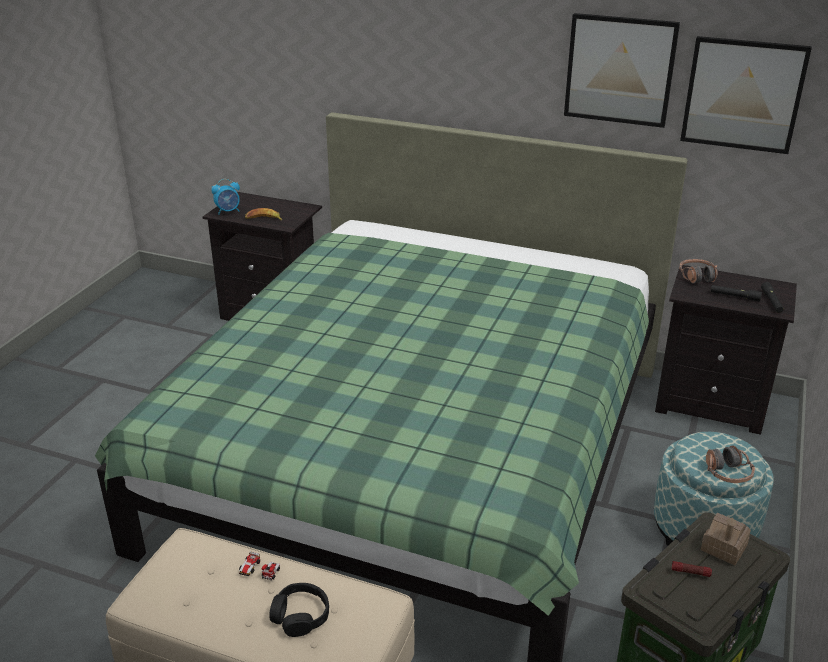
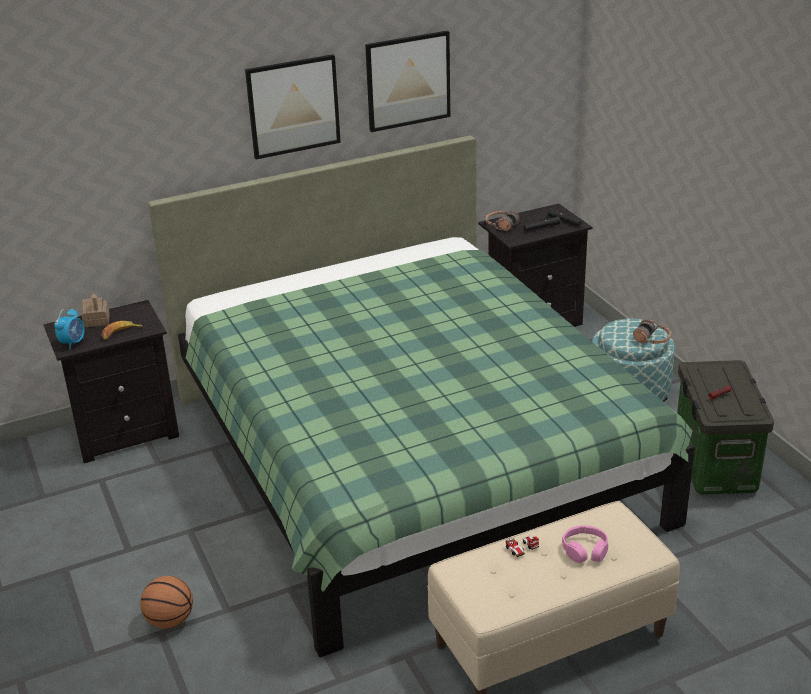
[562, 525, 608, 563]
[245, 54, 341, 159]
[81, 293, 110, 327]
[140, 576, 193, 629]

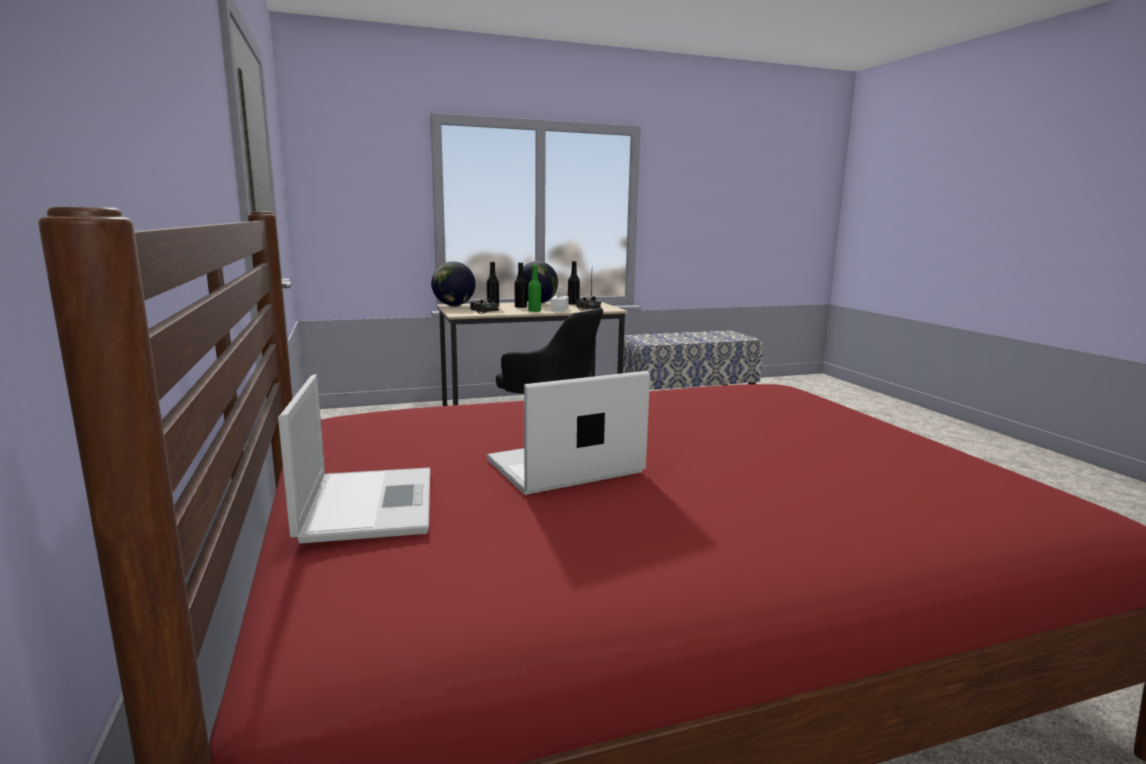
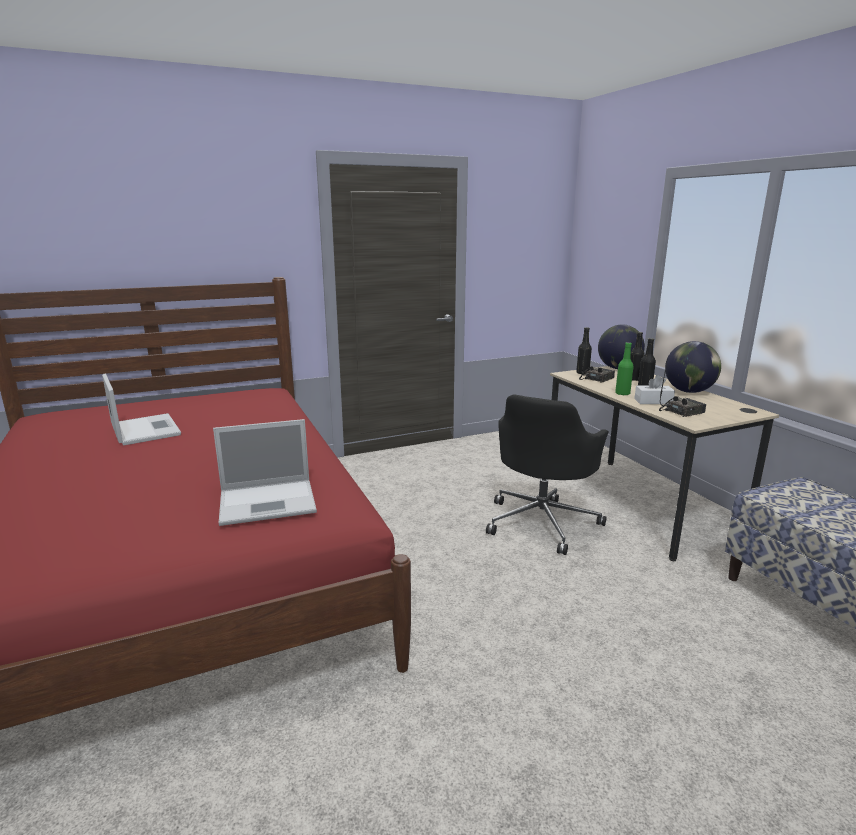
[213, 419, 317, 526]
[576, 327, 592, 374]

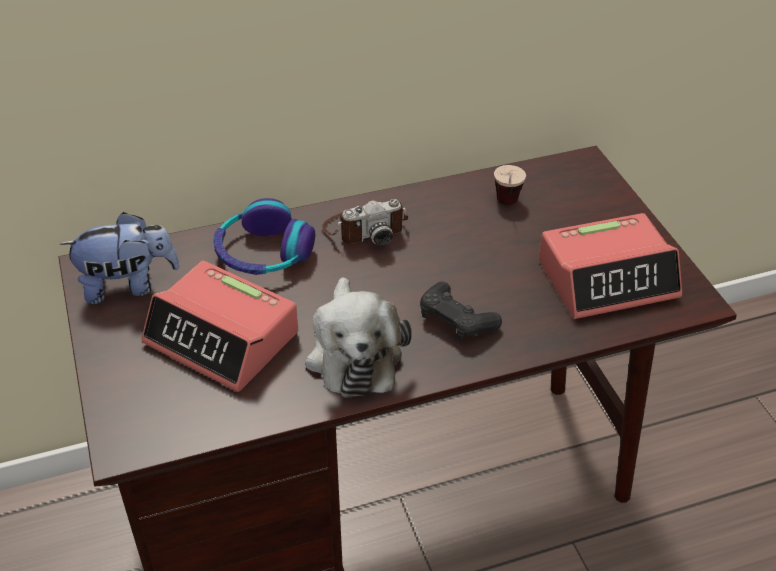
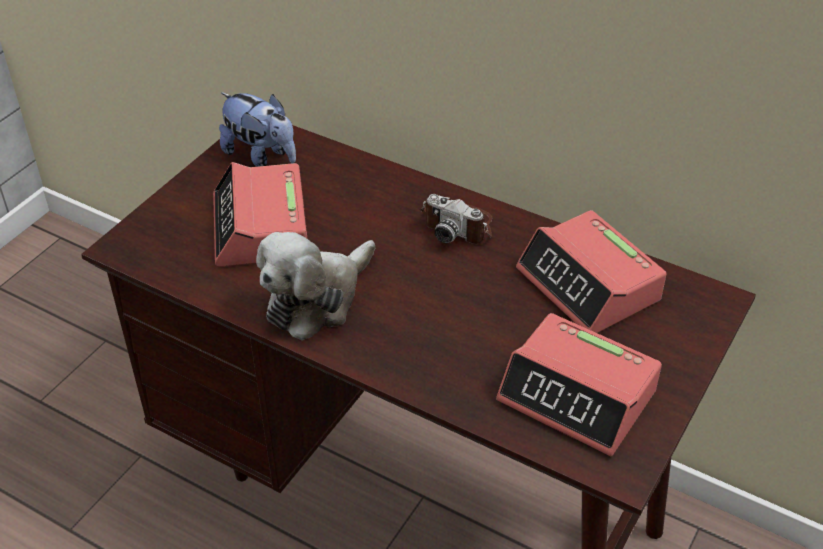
[213, 198, 315, 275] (first image)
[420, 281, 502, 340] (first image)
[516, 210, 666, 333]

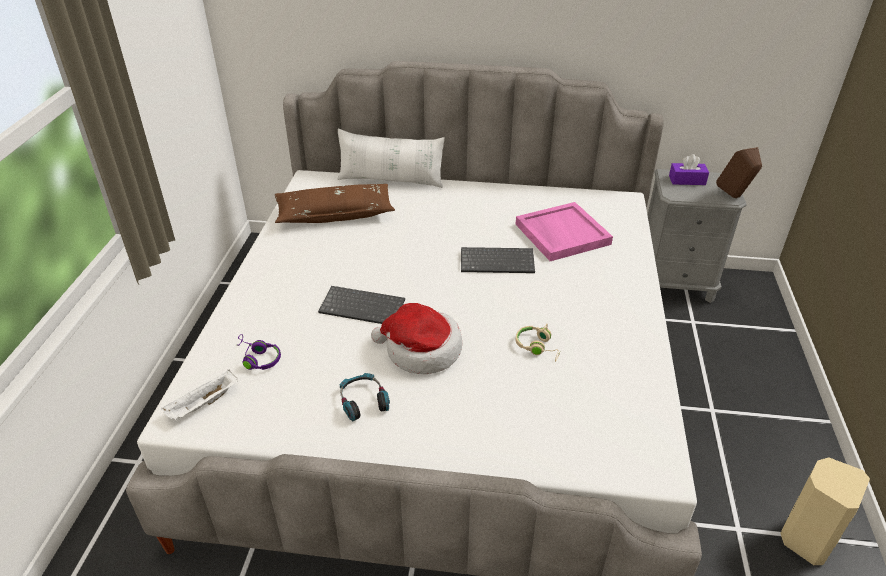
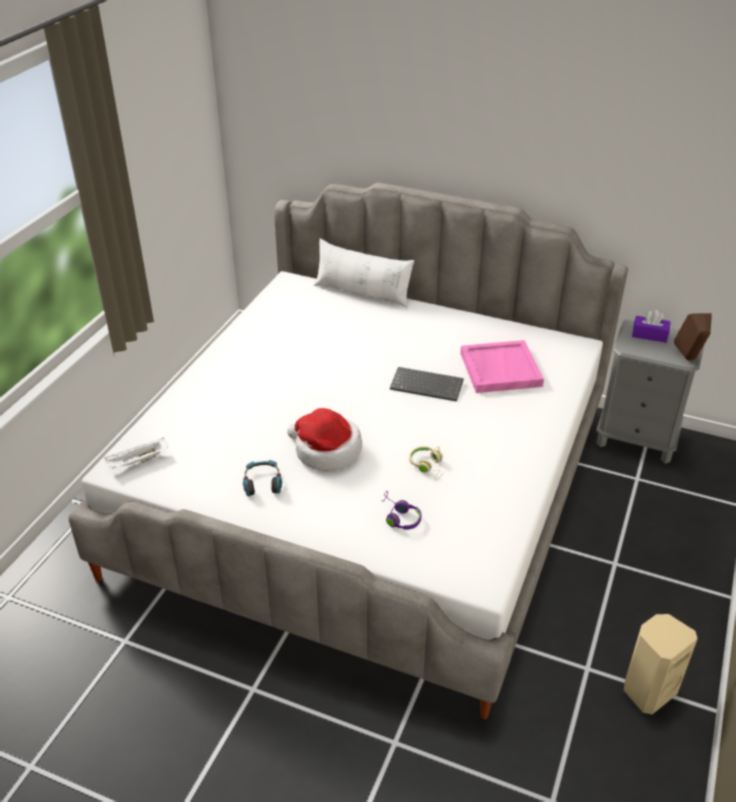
[382, 491, 422, 530]
[275, 184, 395, 223] (first image)
[318, 286, 405, 324] (first image)

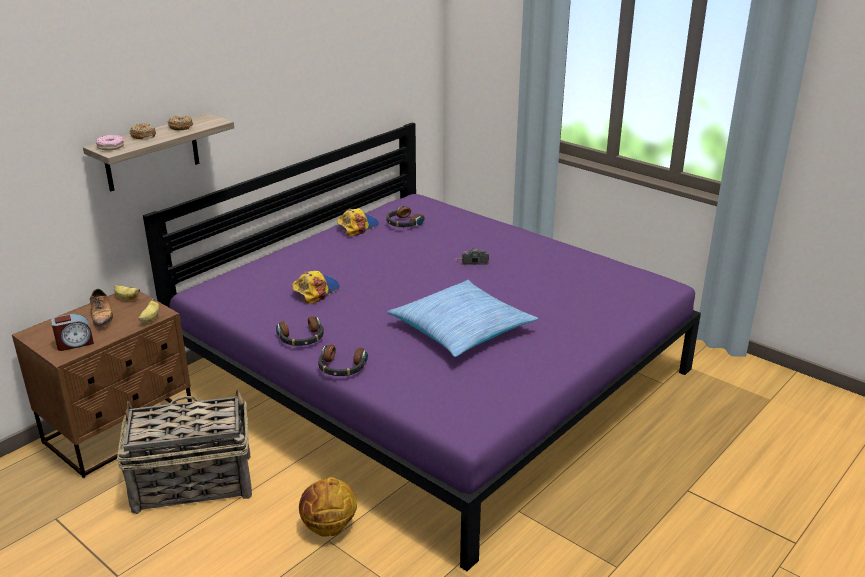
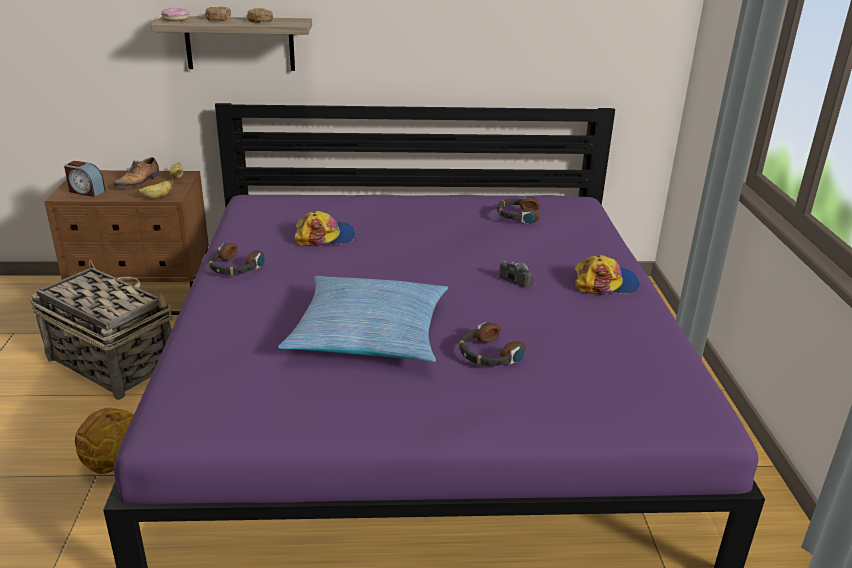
[459, 322, 526, 366]
[575, 254, 640, 295]

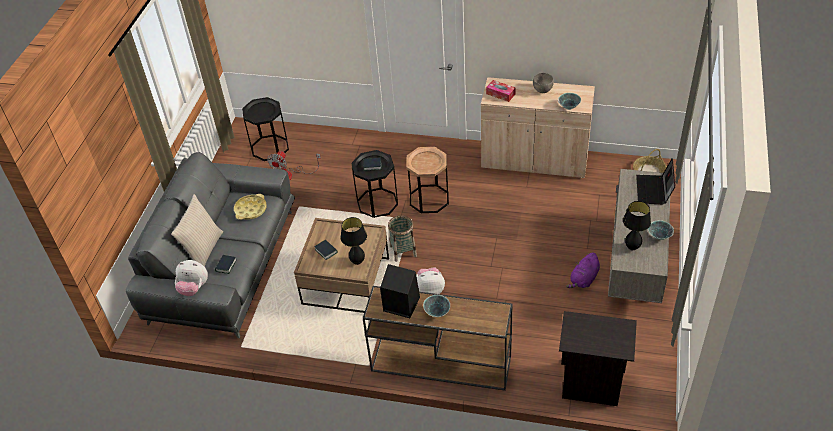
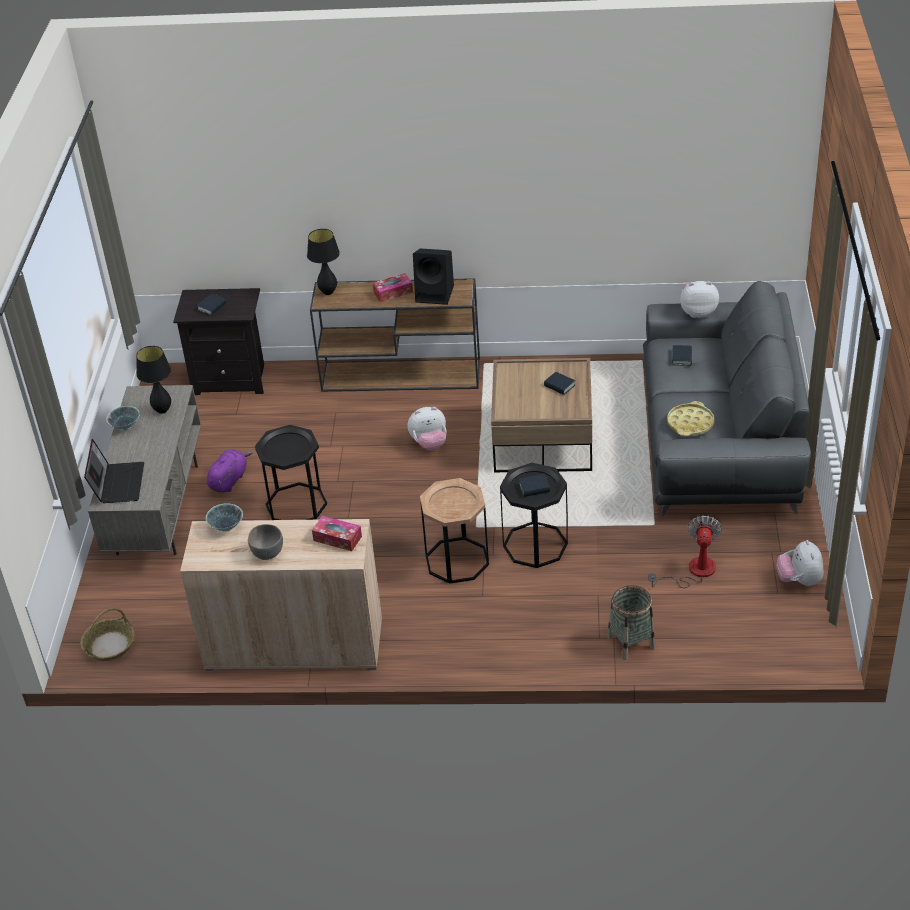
[171, 194, 223, 266] (first image)
[255, 425, 327, 520]
[307, 229, 340, 295]
[607, 585, 655, 660]
[373, 273, 413, 302]
[197, 293, 227, 315]
[776, 540, 823, 586]

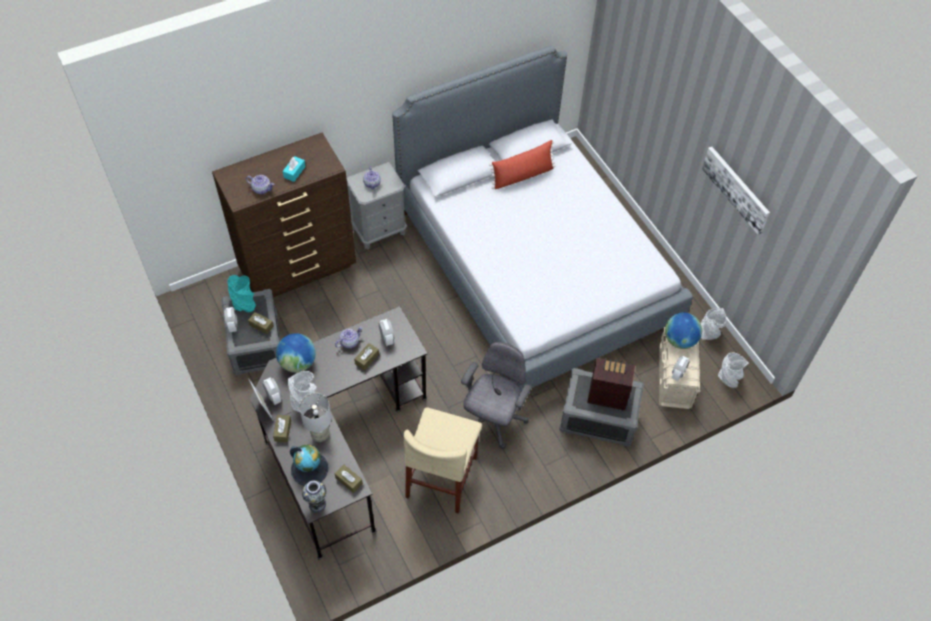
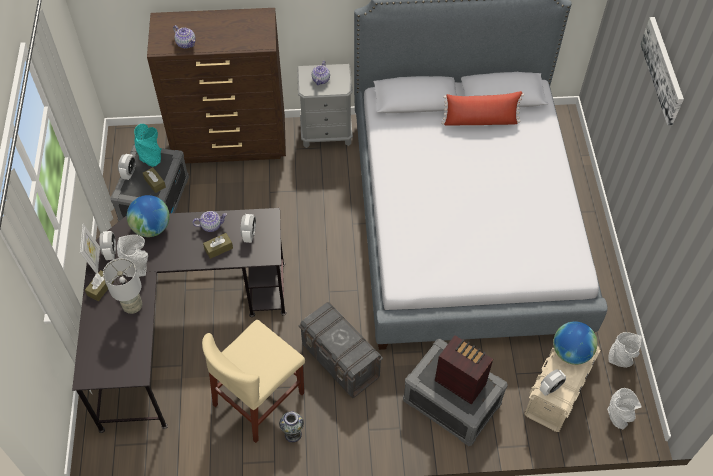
[283, 156, 306, 182] (first image)
[290, 445, 328, 486] (first image)
[279, 411, 304, 442]
[335, 464, 363, 493] (first image)
[299, 302, 383, 398]
[640, 17, 684, 125]

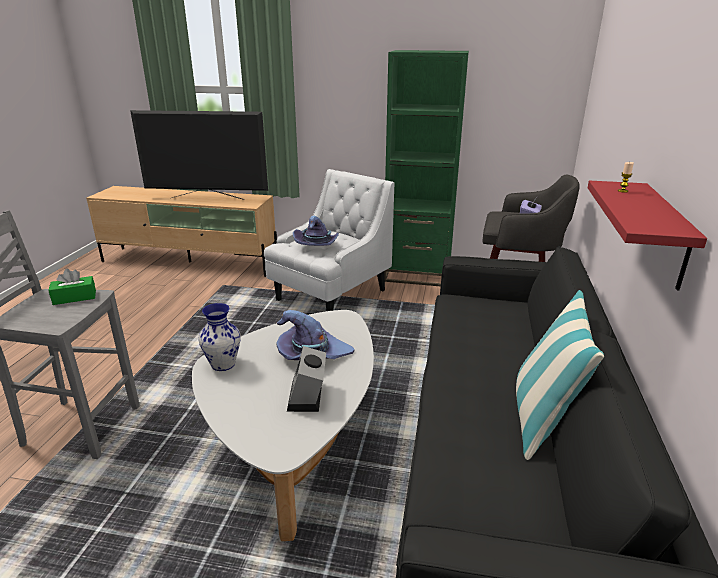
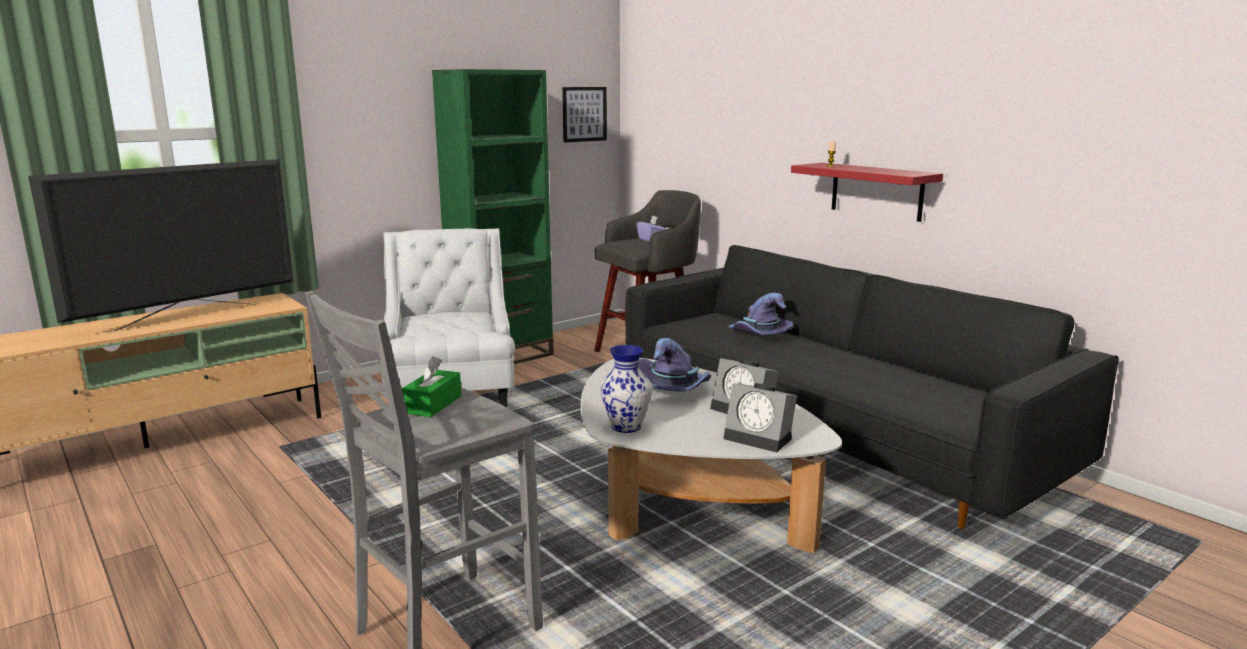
[729, 293, 793, 335]
[516, 290, 604, 460] (first image)
[562, 87, 607, 143]
[723, 383, 797, 453]

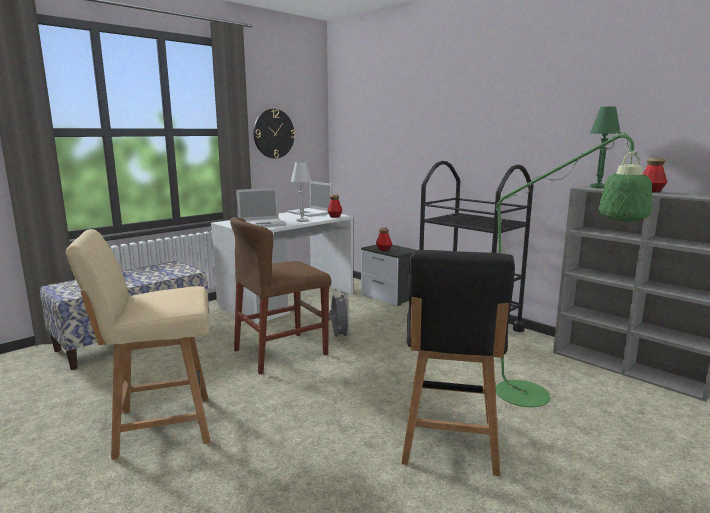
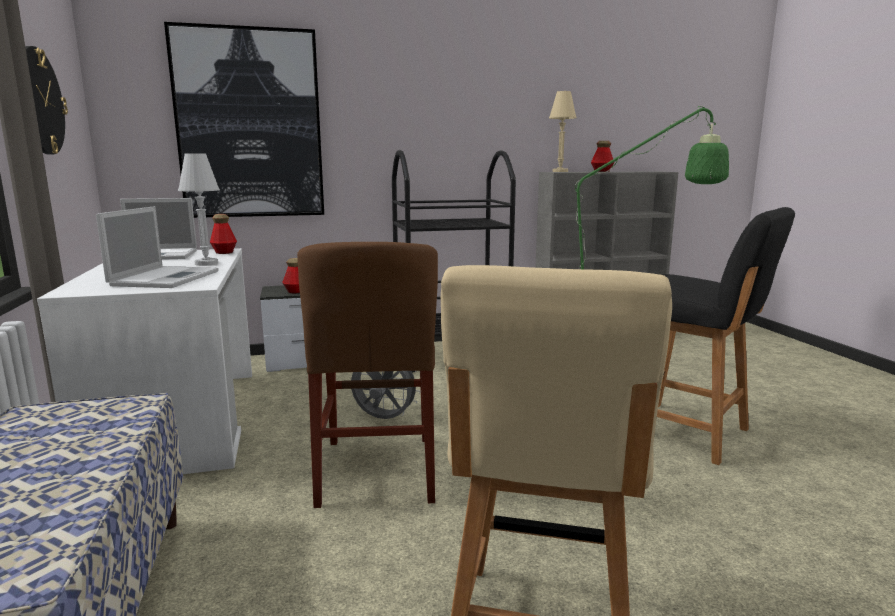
[549, 91, 577, 172]
[164, 22, 324, 218]

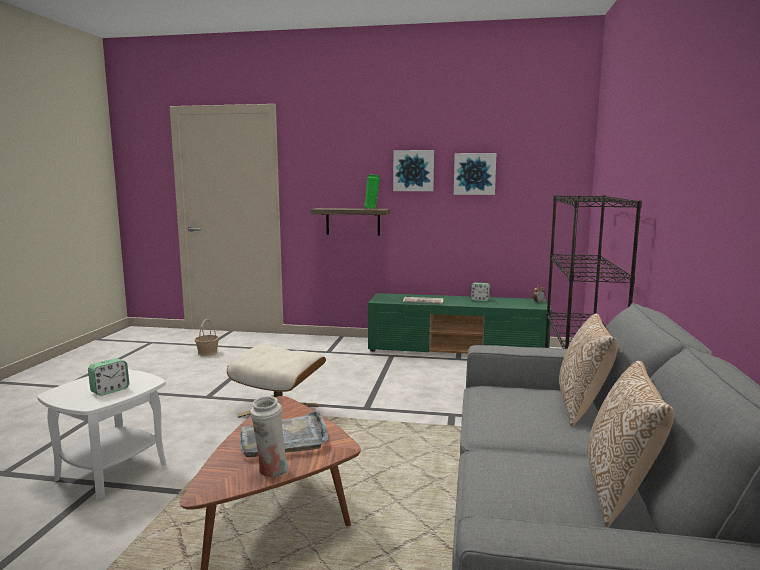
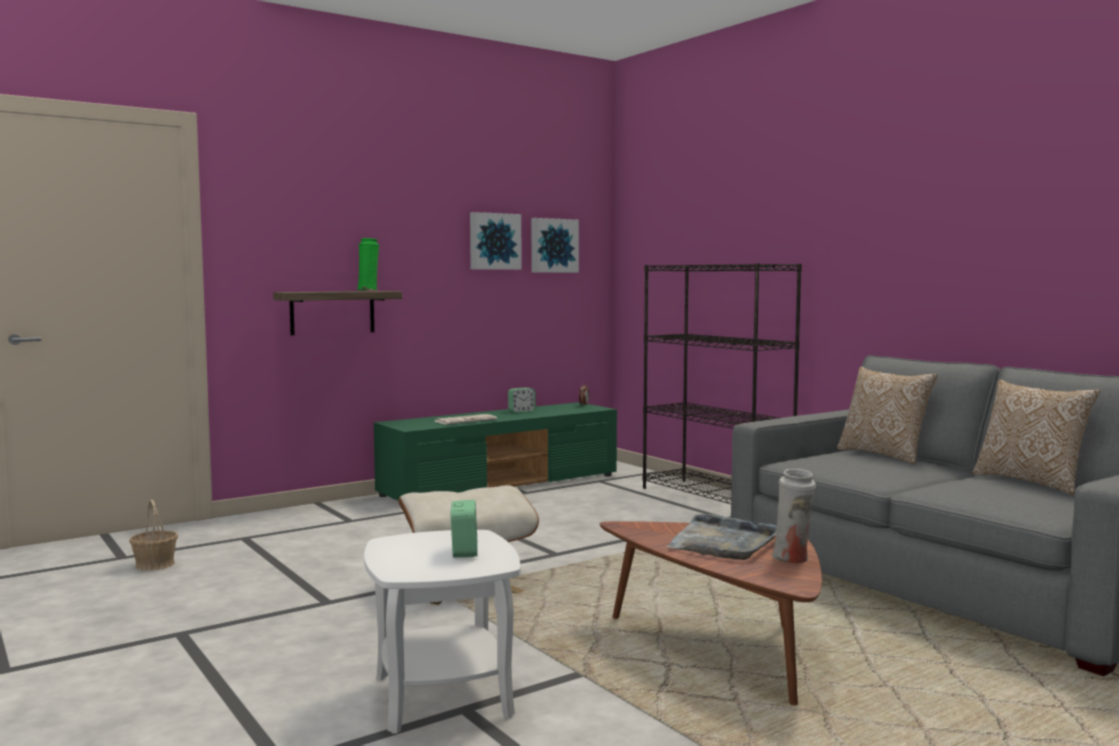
[531, 218, 579, 273]

